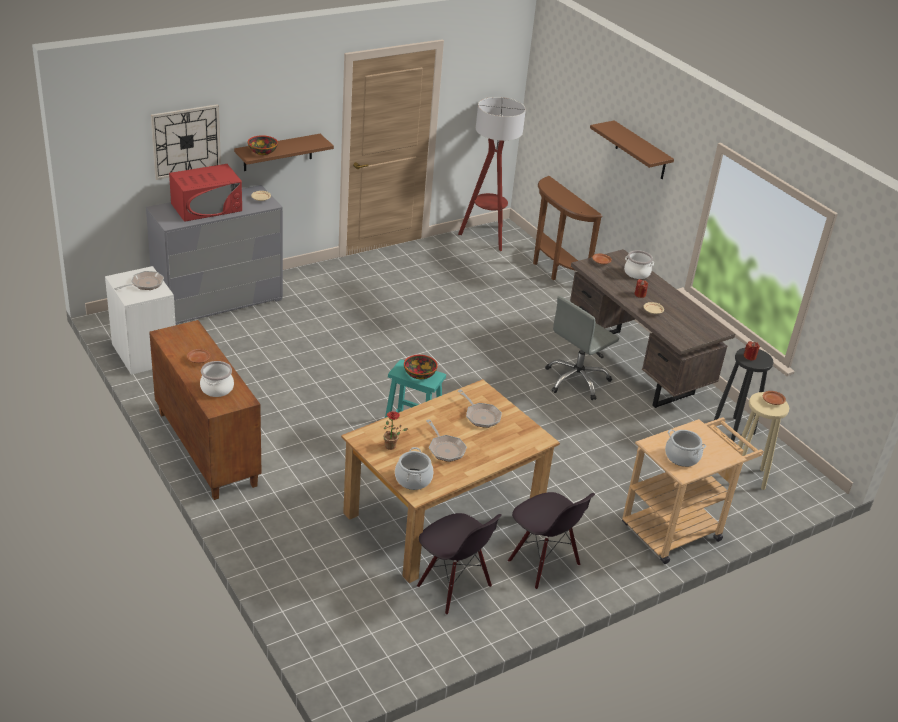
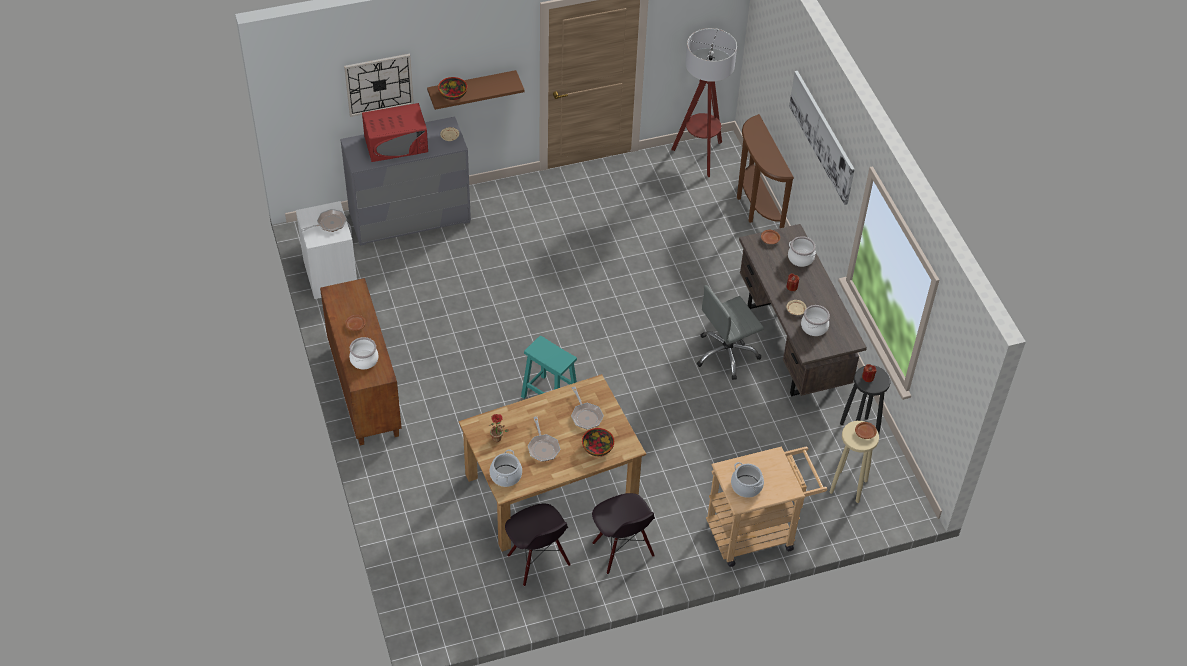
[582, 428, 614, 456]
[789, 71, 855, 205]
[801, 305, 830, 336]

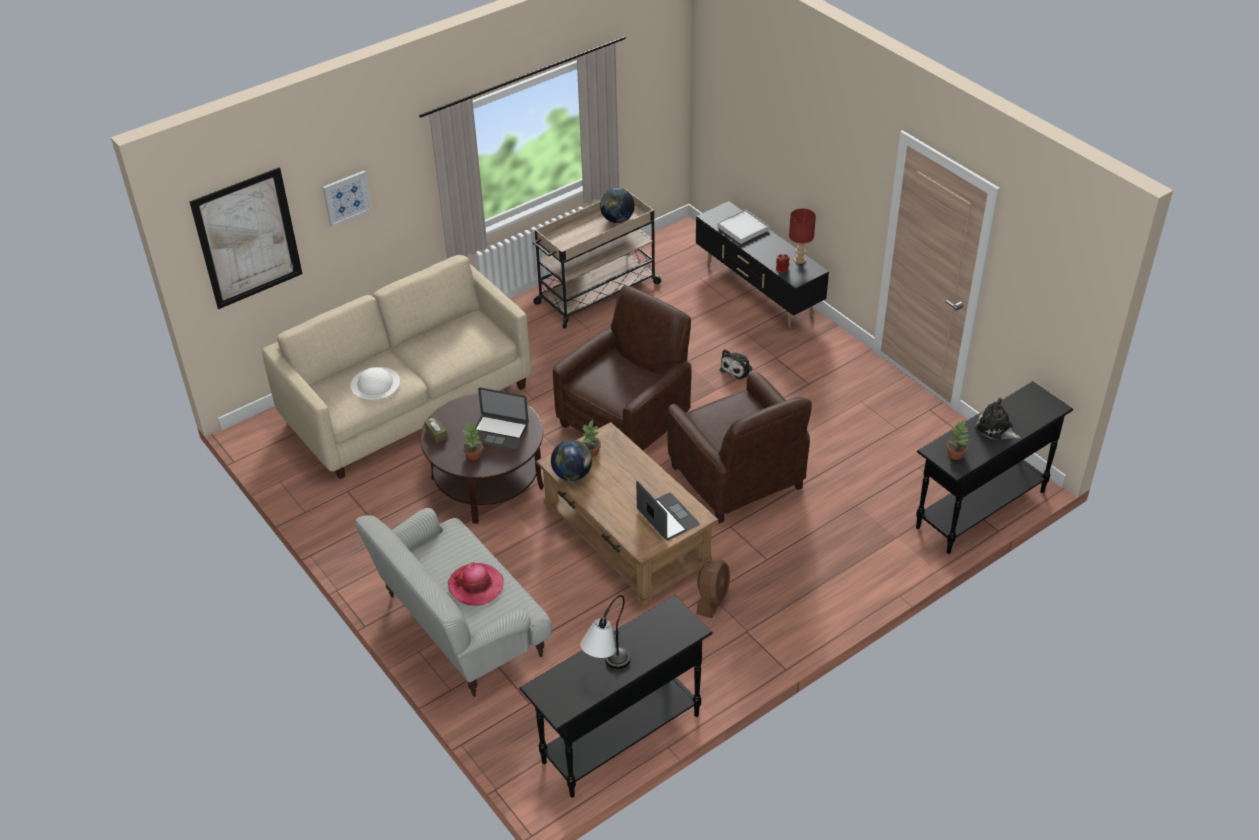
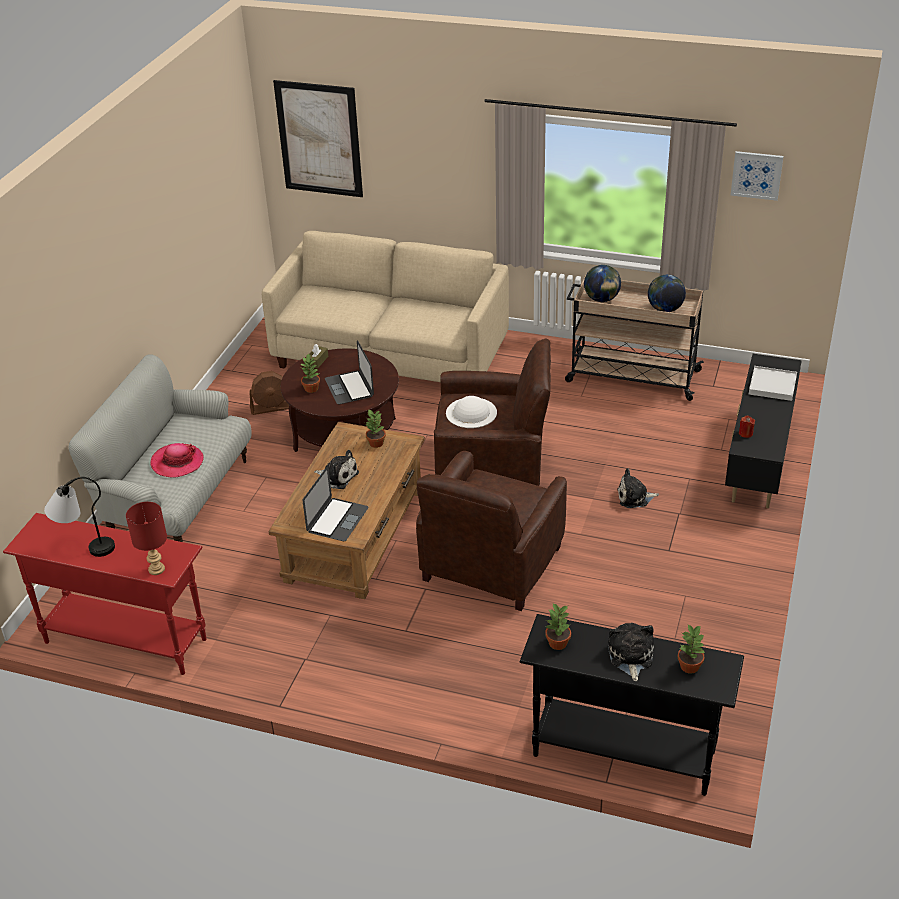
[731, 151, 784, 201]
[446, 396, 497, 428]
[3, 513, 206, 675]
[584, 265, 621, 302]
[249, 371, 289, 415]
[126, 502, 167, 575]
[314, 450, 359, 489]
[678, 625, 706, 674]

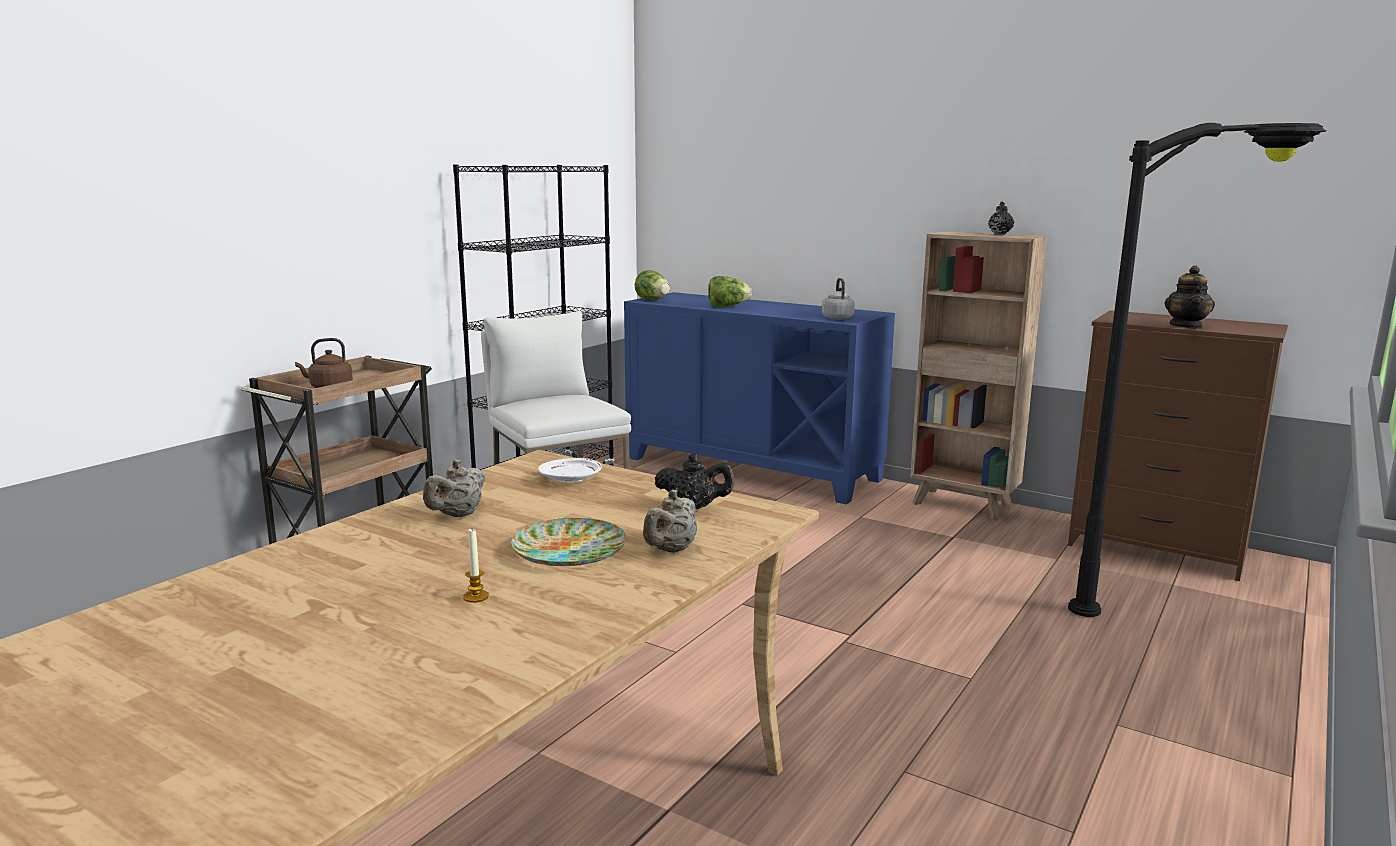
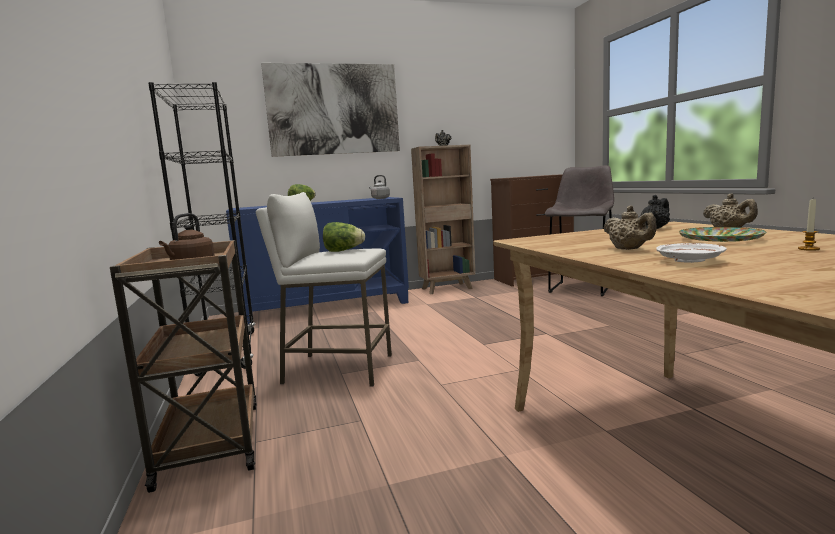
[656, 243, 727, 263]
[323, 222, 365, 252]
[545, 165, 614, 296]
[1164, 265, 1215, 329] (first image)
[261, 63, 400, 157]

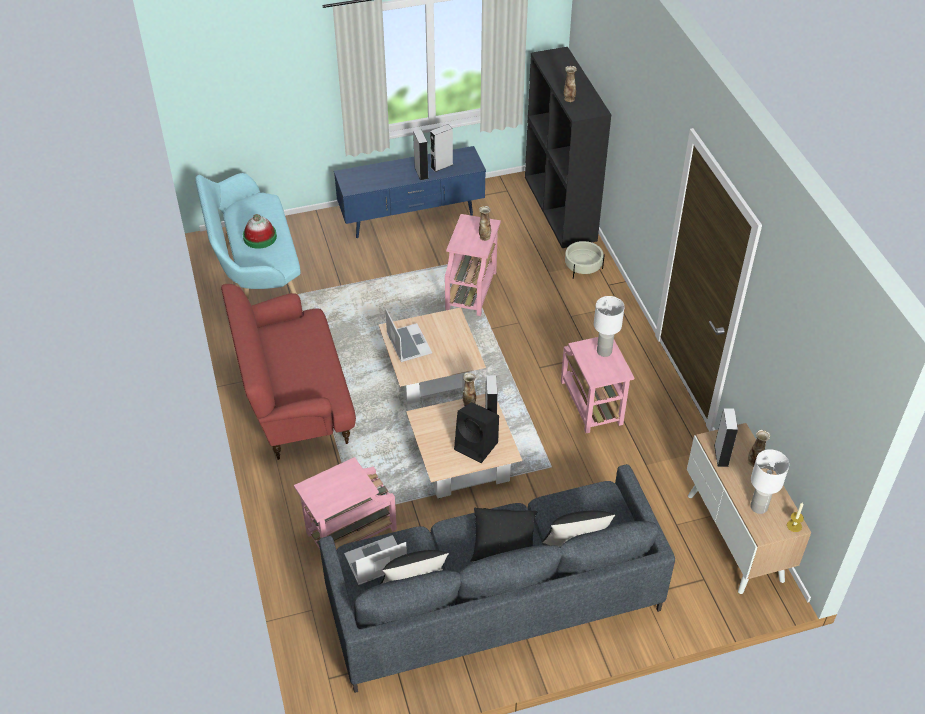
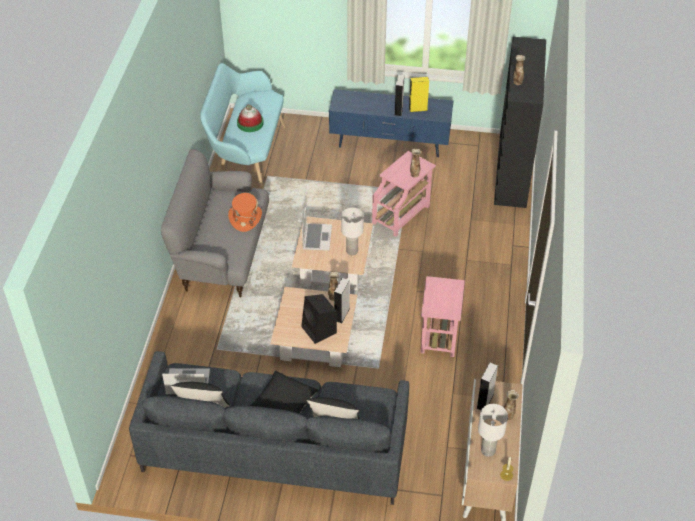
[161, 149, 269, 297]
[294, 457, 397, 550] (first image)
[409, 77, 429, 112]
[565, 241, 605, 279] (first image)
[341, 208, 364, 255]
[228, 193, 262, 232]

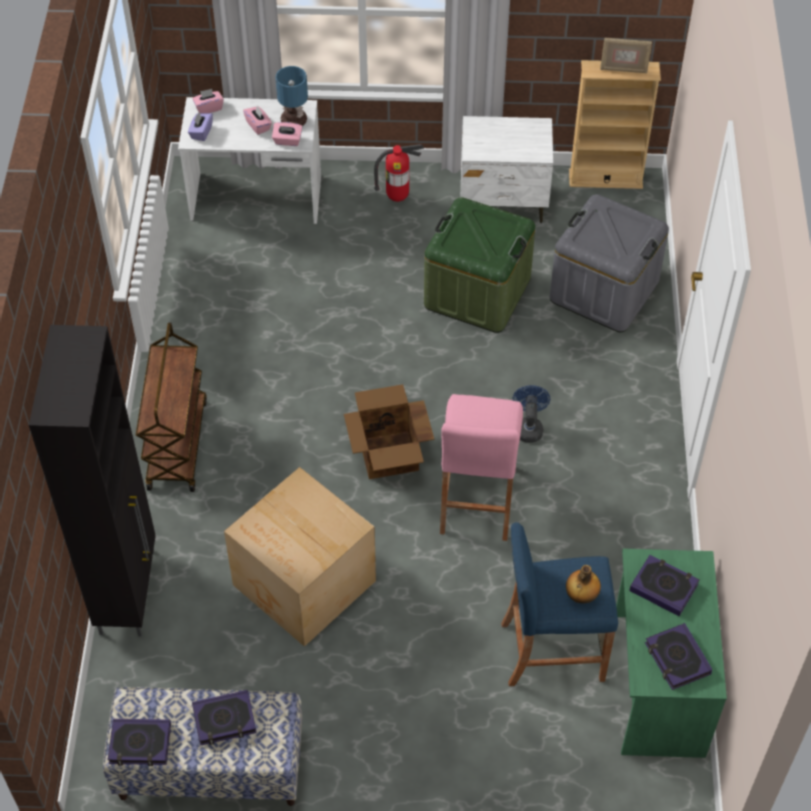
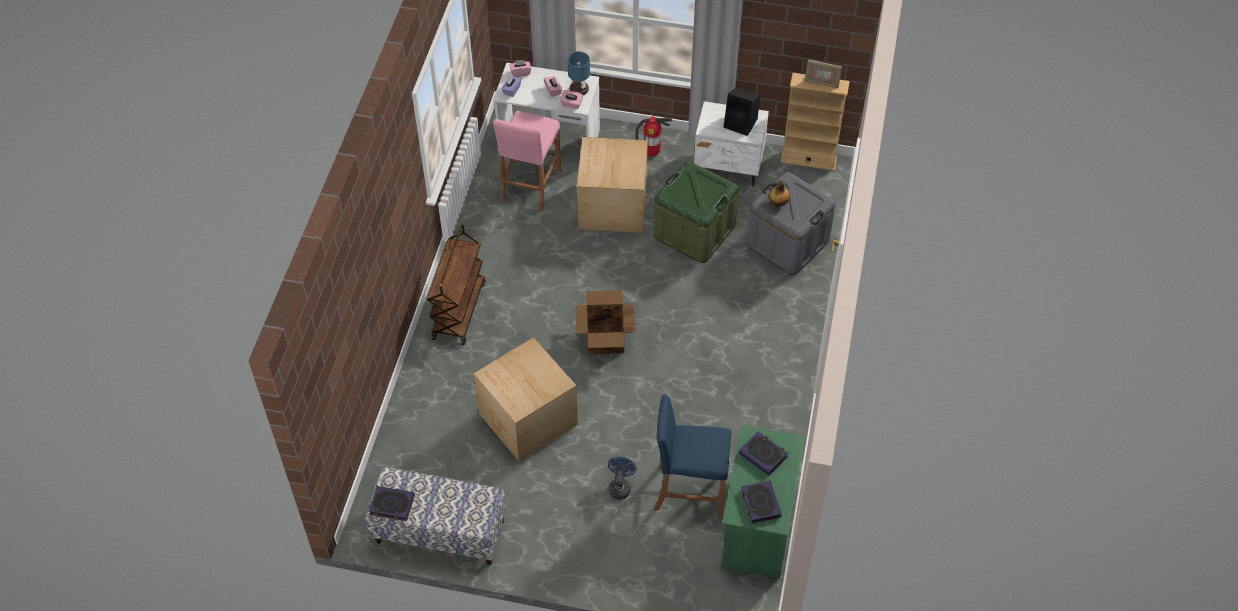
[29, 325, 156, 636] (first image)
[192, 690, 257, 746] (first image)
[493, 111, 561, 212]
[608, 457, 636, 499]
[769, 180, 790, 207]
[577, 137, 648, 233]
[724, 87, 760, 136]

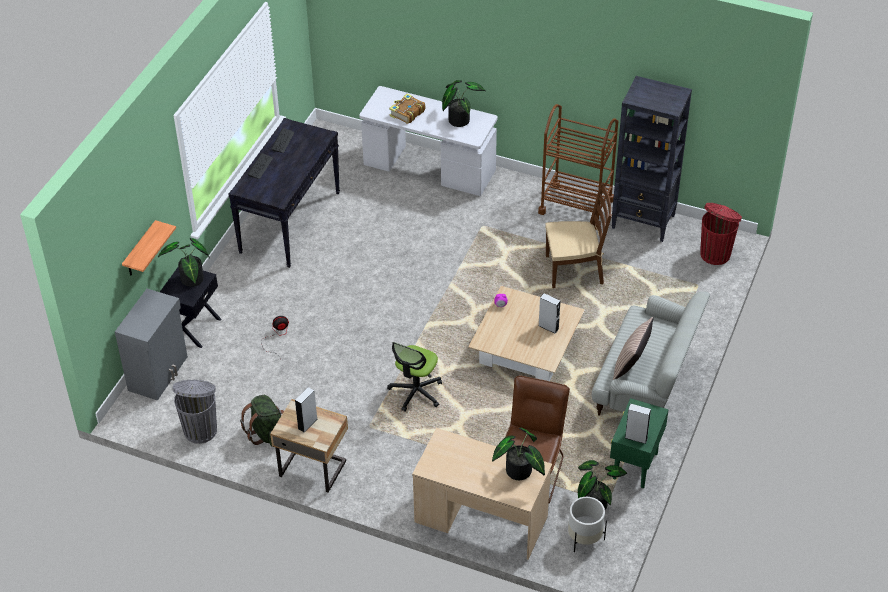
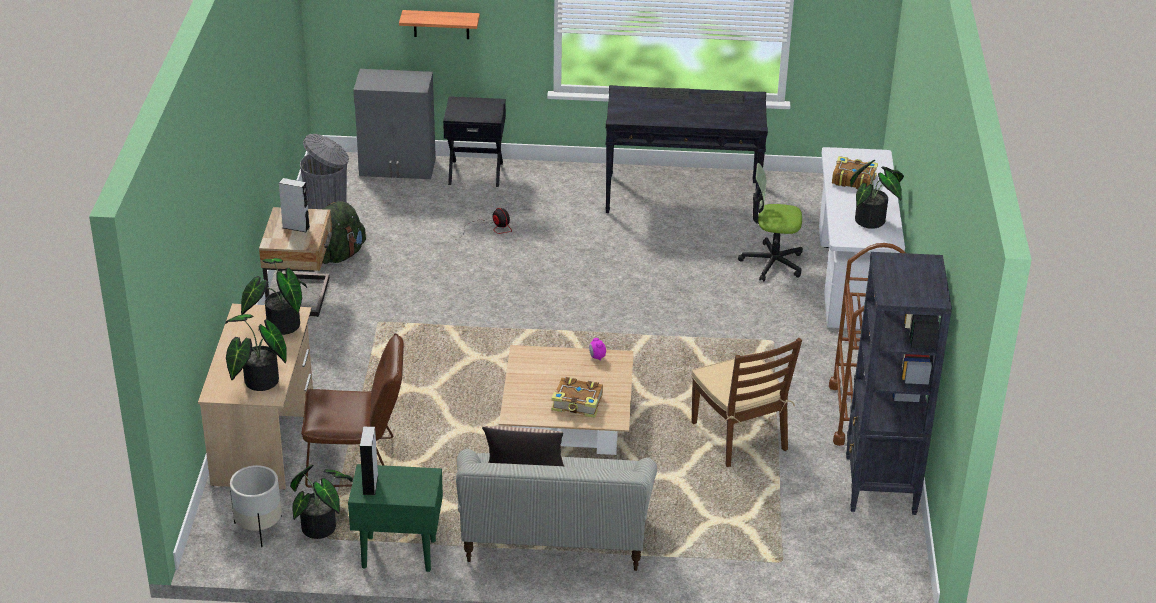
[241, 258, 307, 335]
[738, 163, 803, 281]
[551, 377, 603, 418]
[700, 203, 742, 265] (first image)

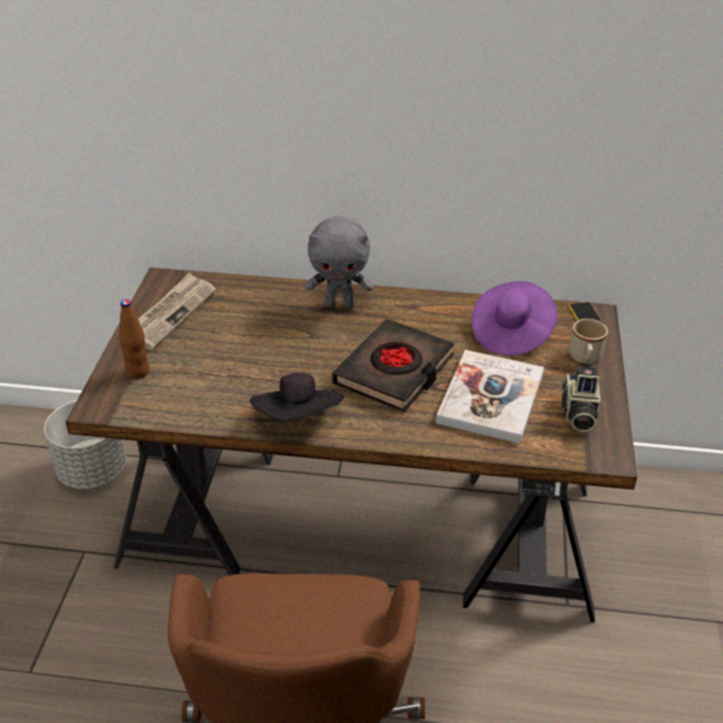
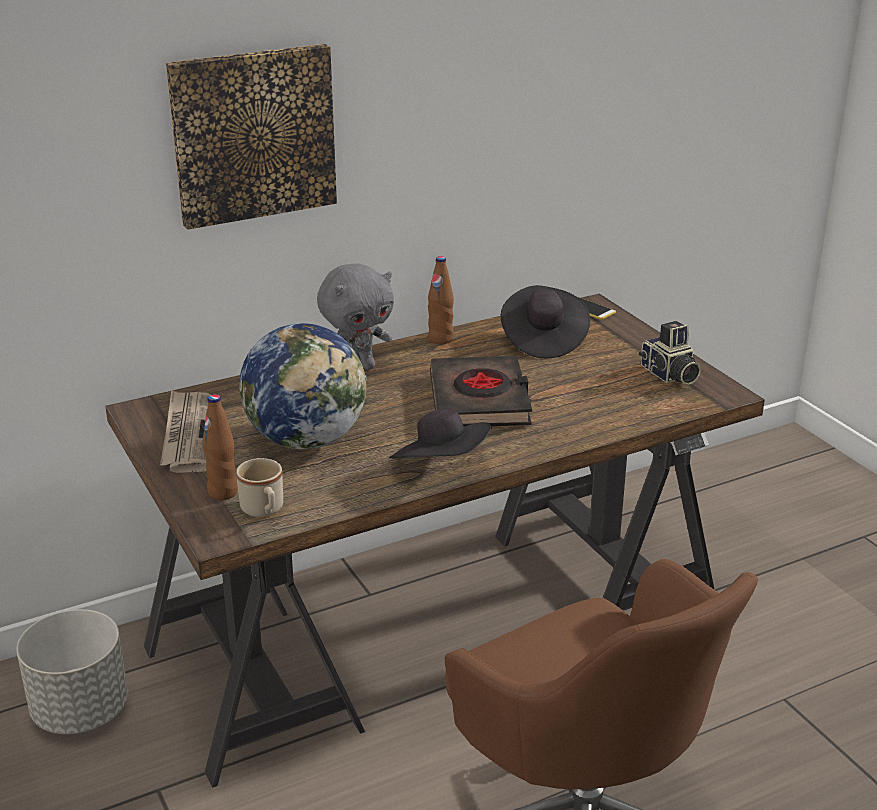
[436, 350, 544, 444] (first image)
[501, 285, 590, 358]
[236, 458, 283, 517]
[166, 44, 337, 230]
[239, 323, 367, 450]
[428, 256, 454, 344]

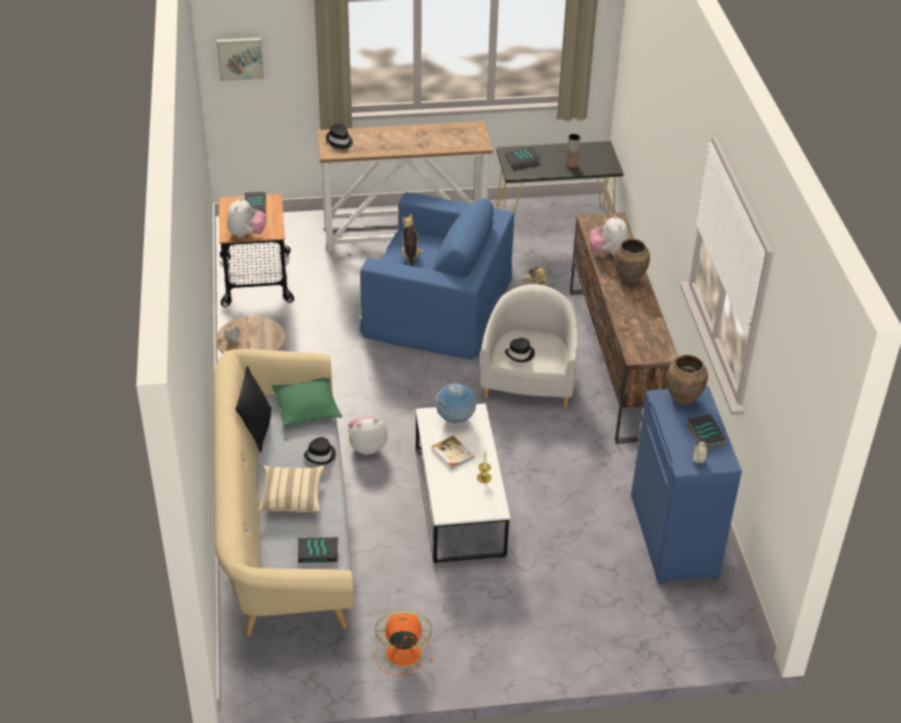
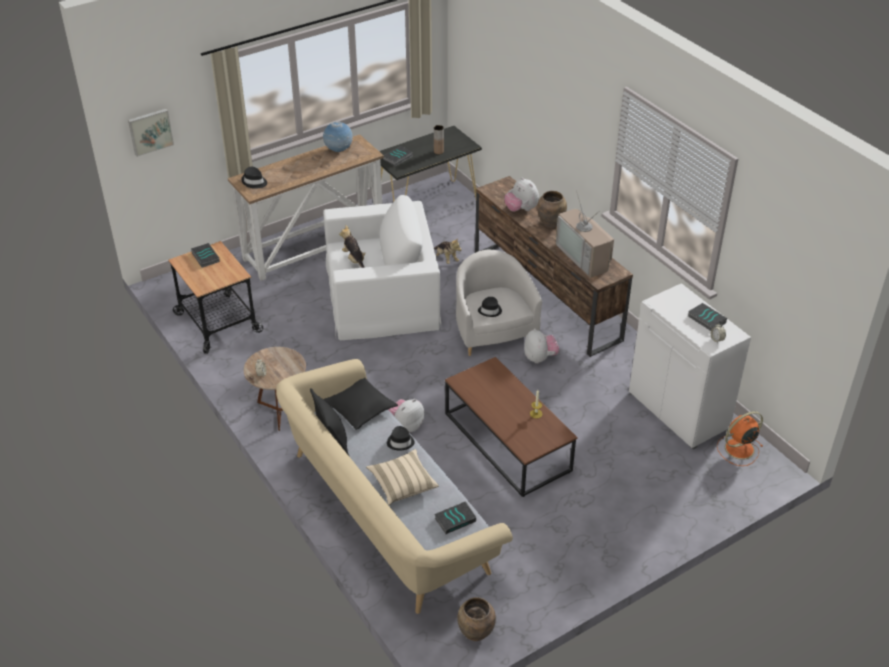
[524, 328, 559, 363]
[323, 378, 398, 430]
[323, 195, 441, 340]
[717, 411, 763, 466]
[445, 357, 577, 497]
[431, 436, 474, 469] (first image)
[323, 122, 353, 152]
[629, 283, 751, 449]
[457, 597, 496, 641]
[556, 190, 614, 278]

